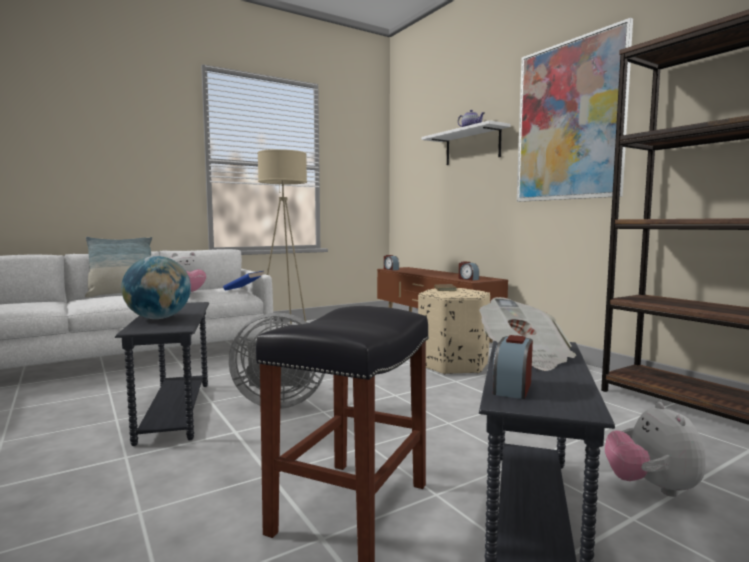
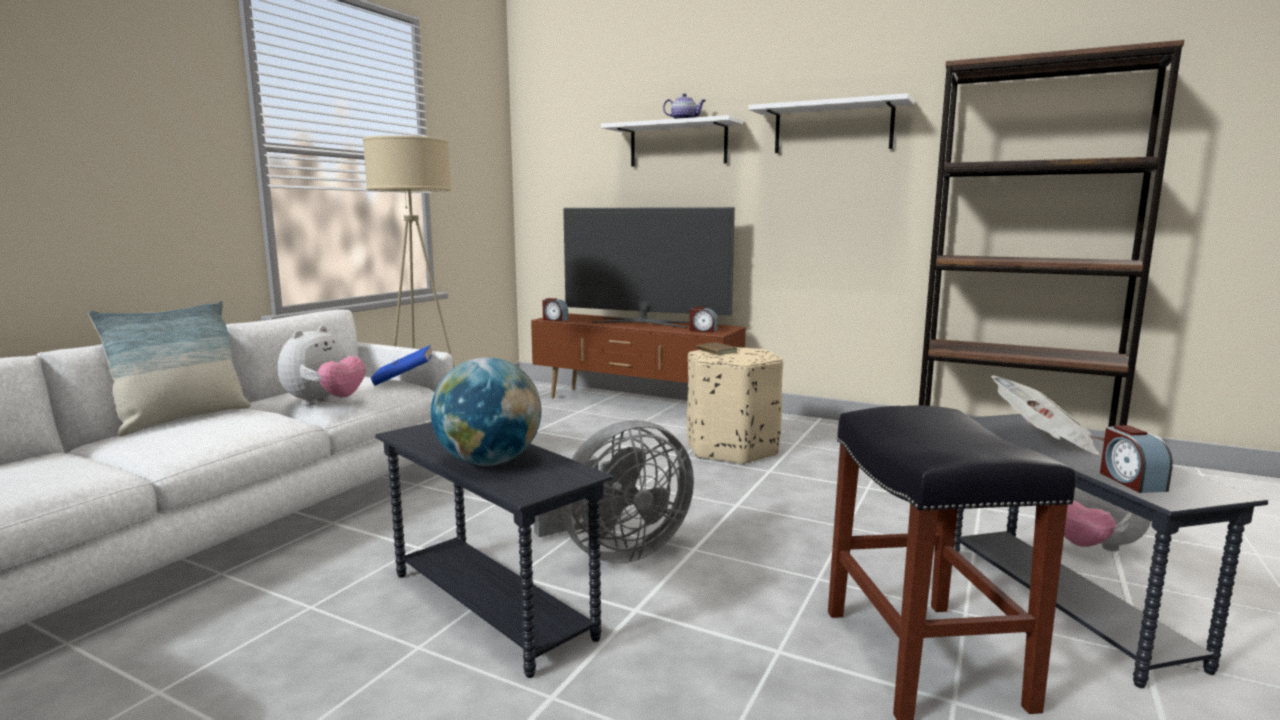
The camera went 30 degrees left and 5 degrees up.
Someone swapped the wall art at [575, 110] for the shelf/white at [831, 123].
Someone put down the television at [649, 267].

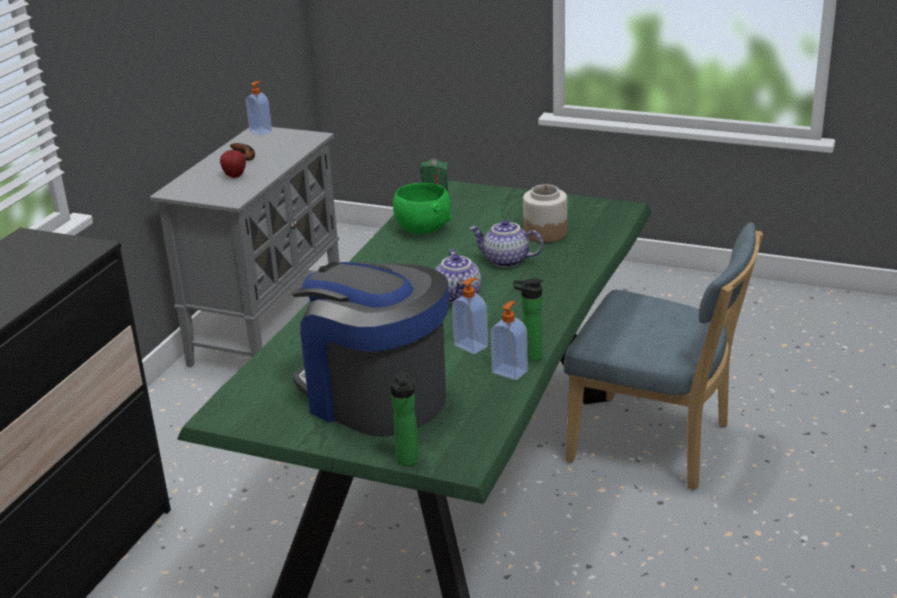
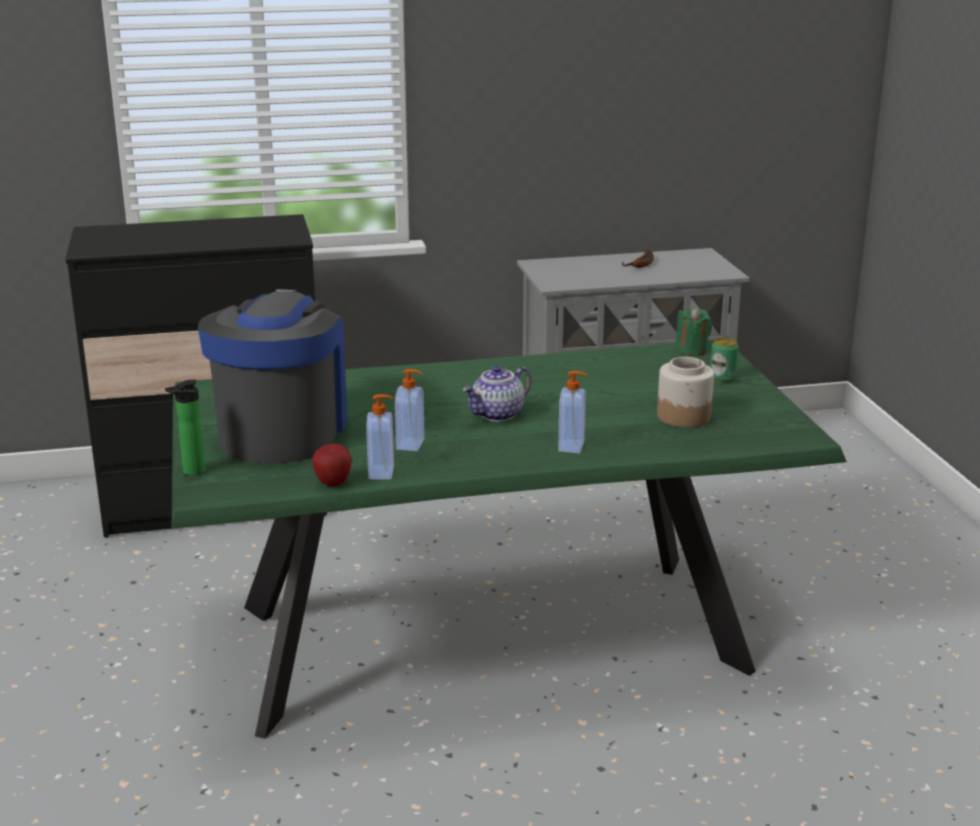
The camera went 55 degrees right and 5 degrees down.
Someone carried the apple fruit from [233, 164] to [332, 465].
Someone carried the soap bottle from [259, 108] to [572, 412].
Someone took away the serving bowl/green-coloured at [422, 208].
Someone took away the teapot at [506, 244].
Someone took away the drink bottle at [528, 319].
Someone took away the plain chair/bluish at [663, 356].
Someone put down the metal can at [724, 360].

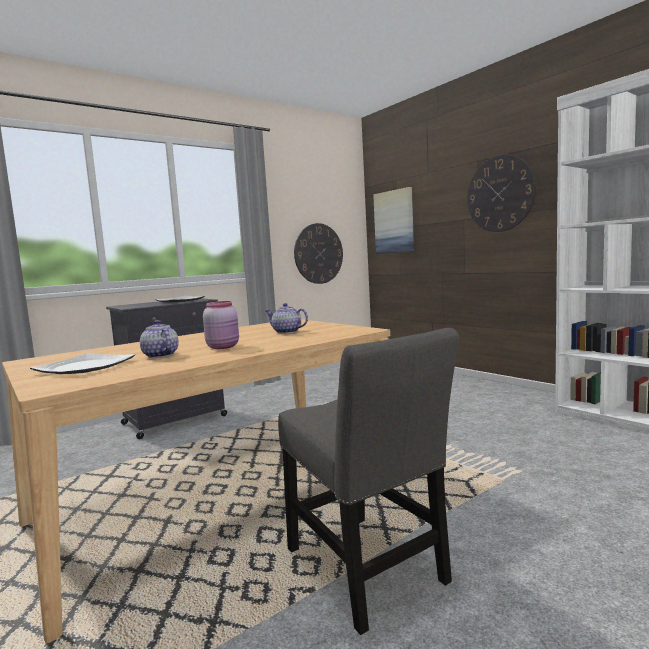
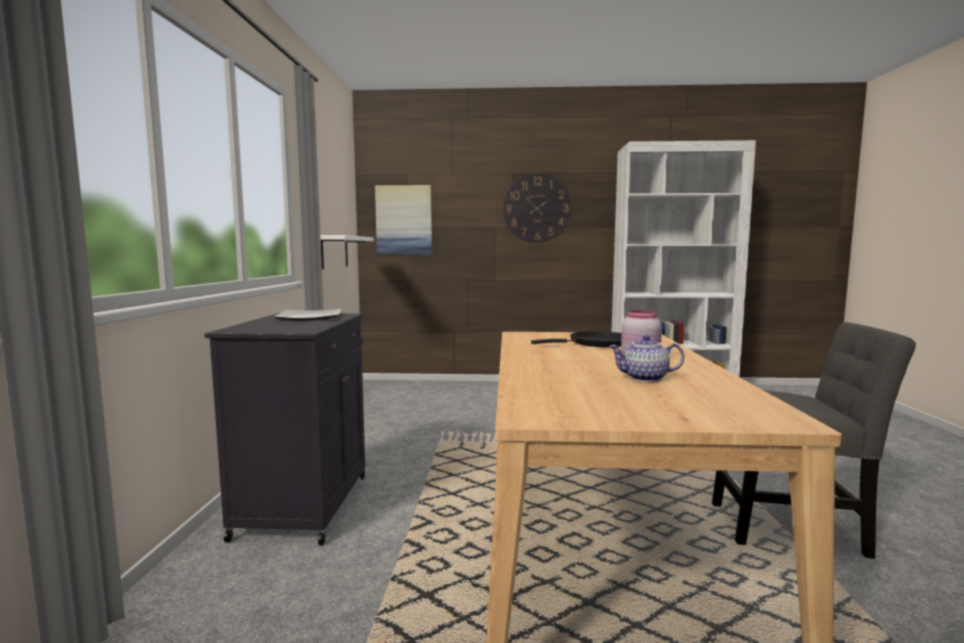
The camera went 50 degrees left and 0 degrees up.
Someone took away the flat dish at [82, 363].
Someone swapped the teapot at [287, 318] for the skillet/blackish at [576, 339].
Someone swapped the clock on the wall at [318, 253] for the shelf/white at [347, 252].

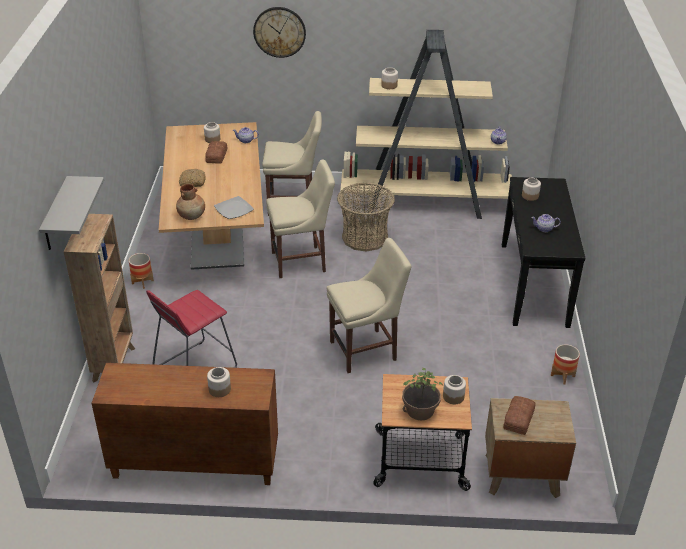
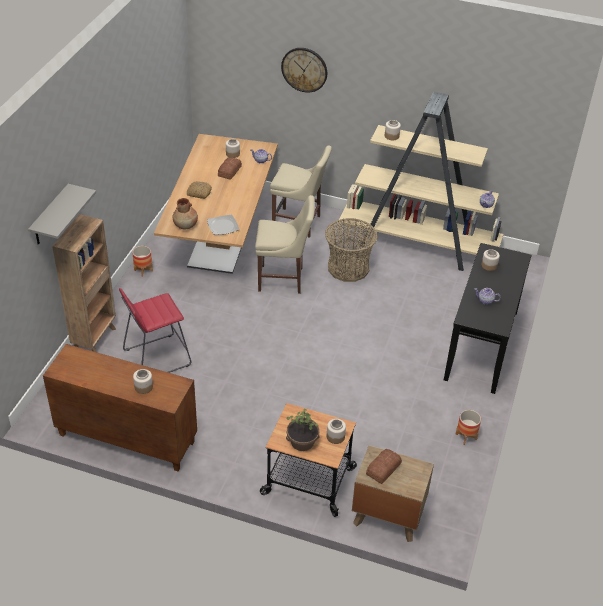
The camera went 15 degrees right and 5 degrees up.
Someone took away the plain chair/beige at [369, 305].

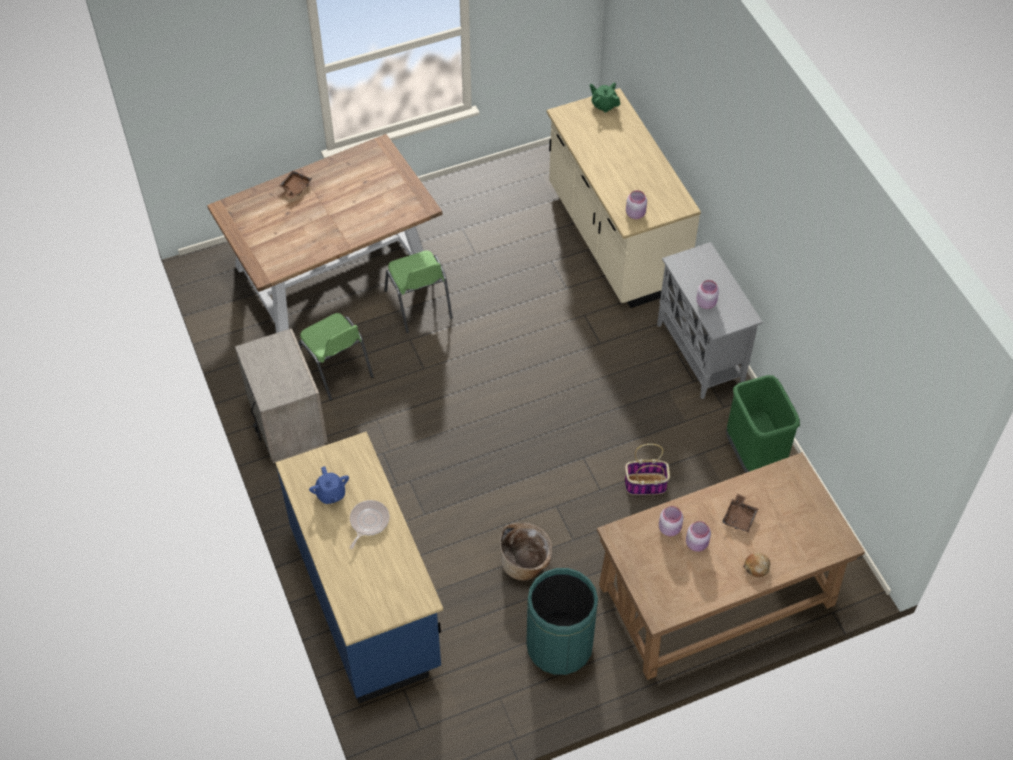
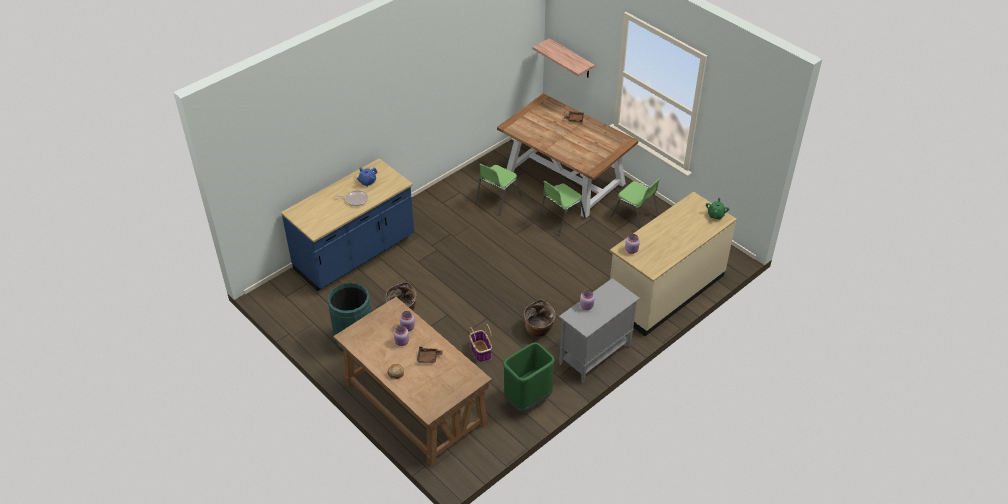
The camera went 70 degrees right and 10 degrees down.
Someone took away the night table/beige at [281, 395].
Someone put down the household basket at [539, 318].
Someone put up the shelf at [564, 58].
Someone put down the plain chair/green-coloured at [636, 203].

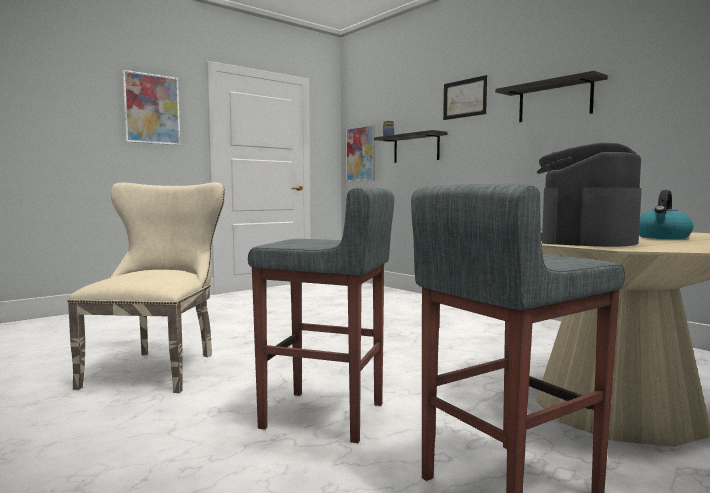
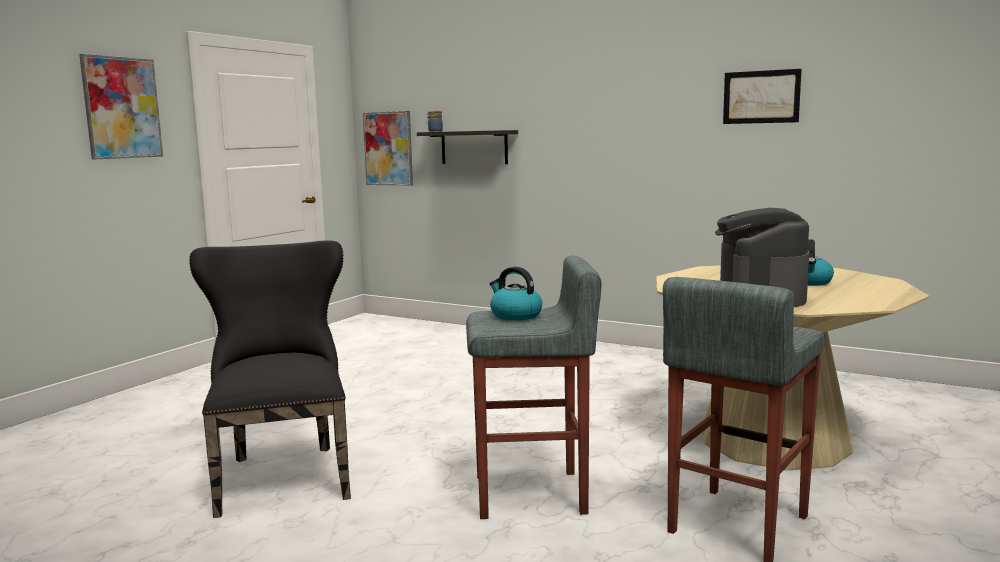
The camera went 20 degrees left and 5 degrees up.
Someone repainted the plain chair/beige at [146, 287], which became the plain chair/blackish at [270, 379].
Someone carried the wall art from [465, 97] to [762, 96].
Someone took away the shelf at [551, 96].
Someone put down the water kettle at [516, 294].

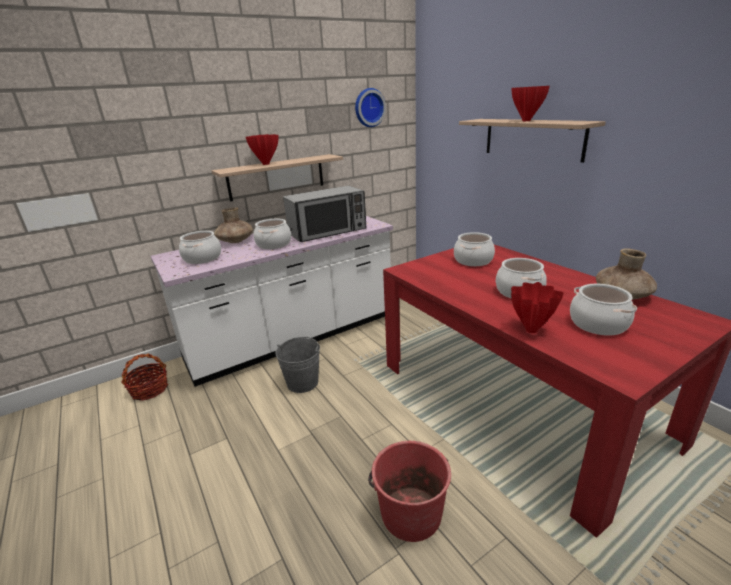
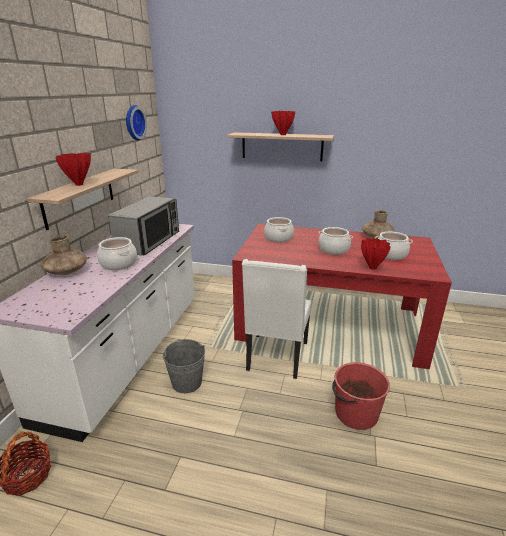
The camera went 45 degrees left and 0 degrees up.
Someone took away the stockpot at [200, 247].
Someone put down the plain chair/white at [277, 319].

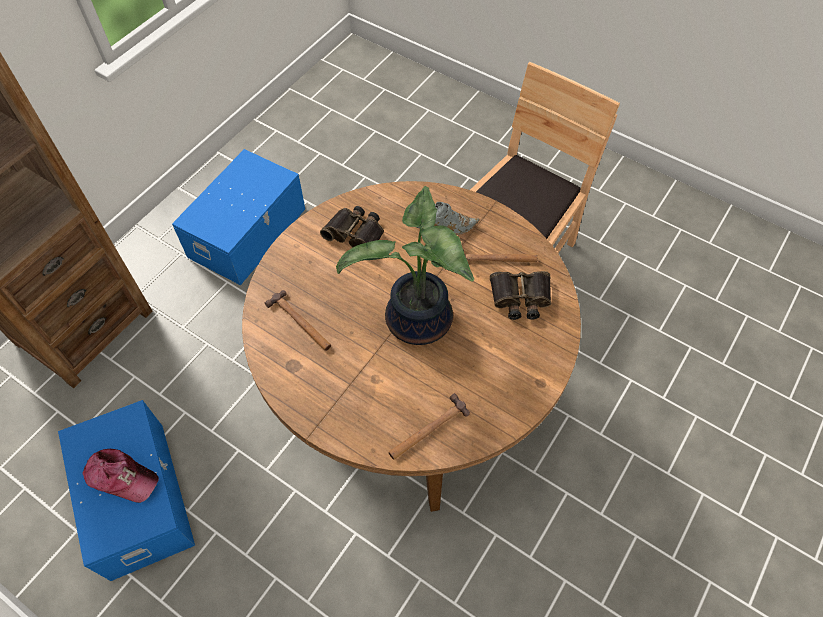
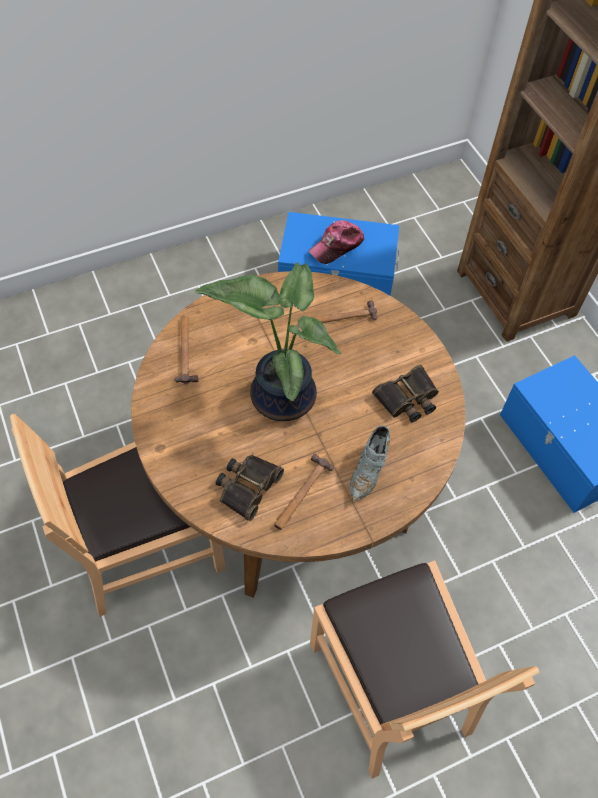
The camera went 120 degrees right and 0 degrees up.
Someone put down the plain chair/brownish at [118, 515].

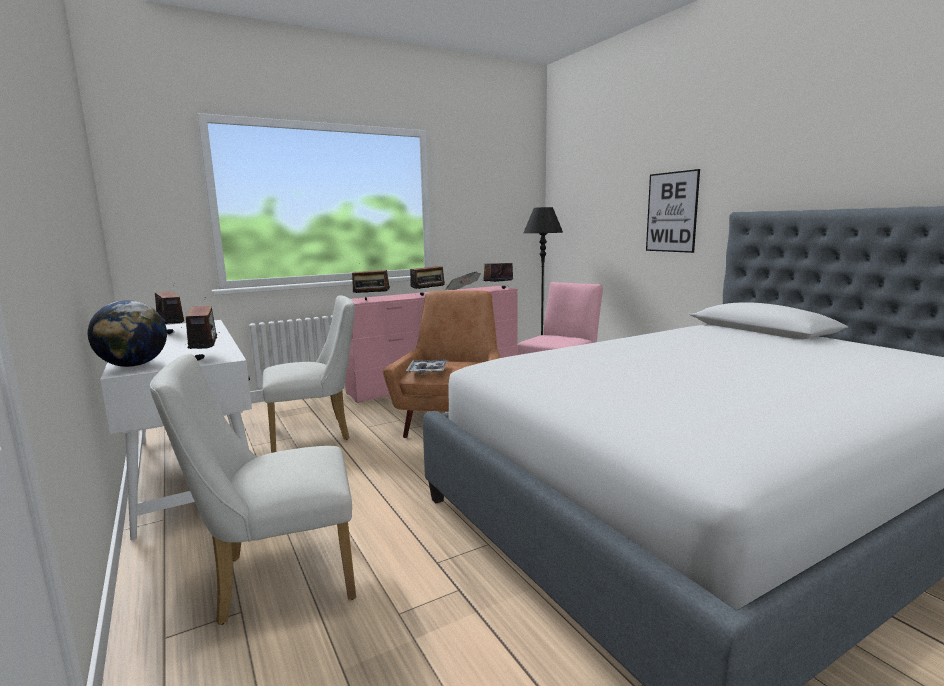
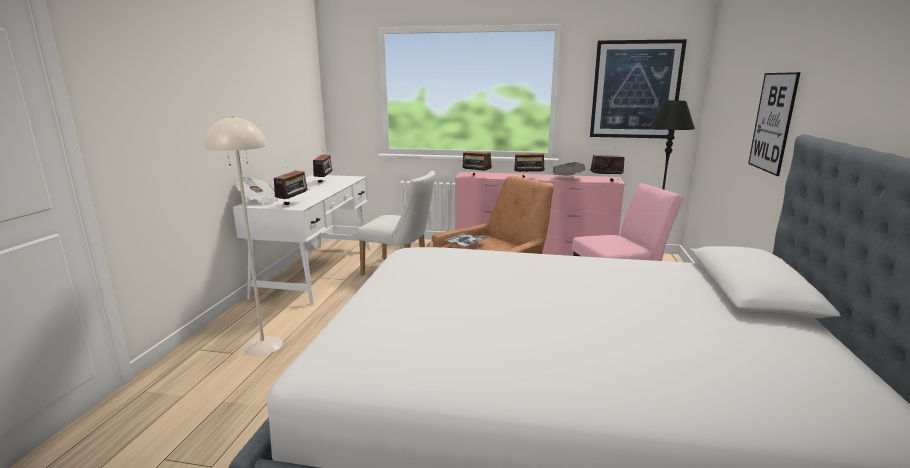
The camera went 40 degrees right and 5 degrees up.
Someone swapped the globe at [127, 333] for the printed paper at [257, 191].
Someone swapped the plain chair/white at [253, 489] for the standard lamp/beige at [244, 236].
Someone put up the wall art at [638, 88].

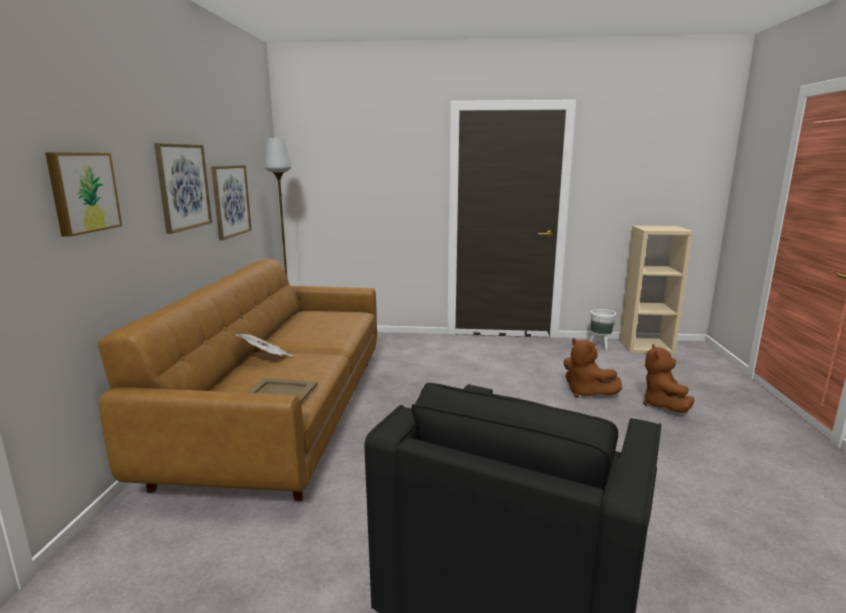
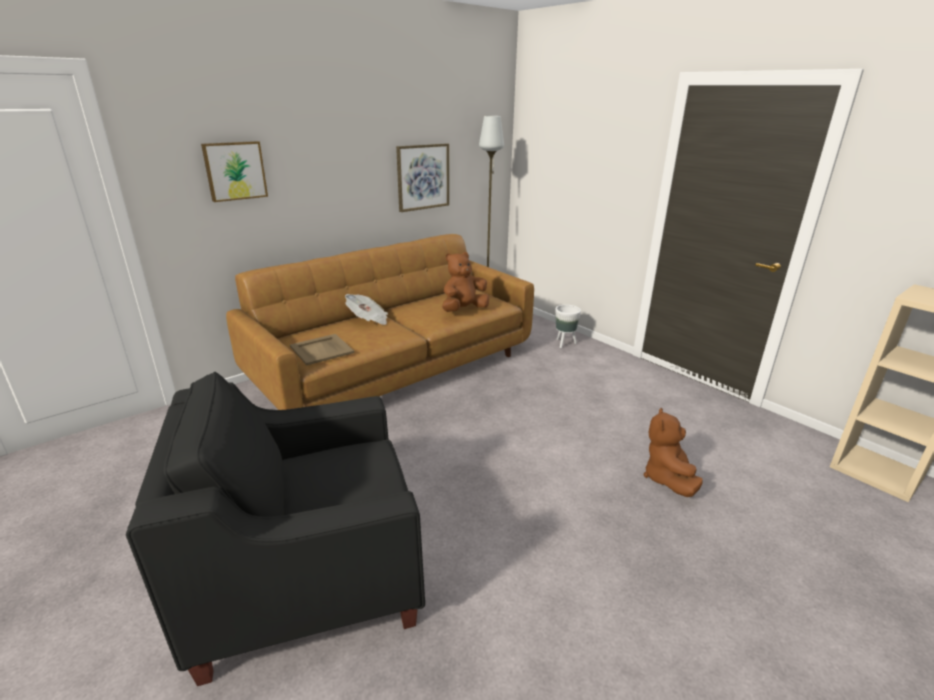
The camera went 45 degrees right and 10 degrees up.
Someone took away the wall art at [183, 188].
Someone carried the flower pot/white from [603, 330] to [568, 326].
Someone carried the soft toy/brownish from [669, 378] to [465, 282].

